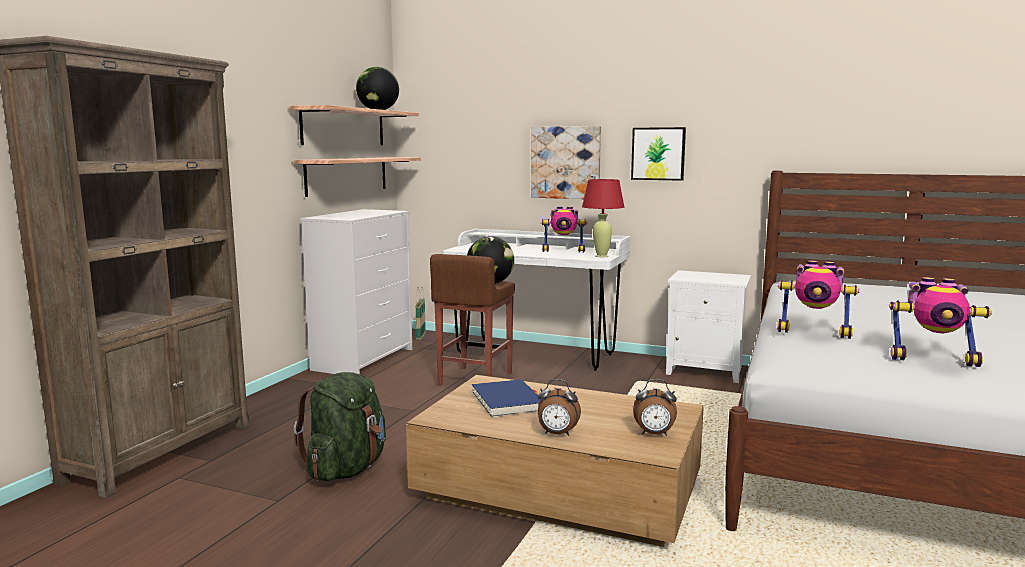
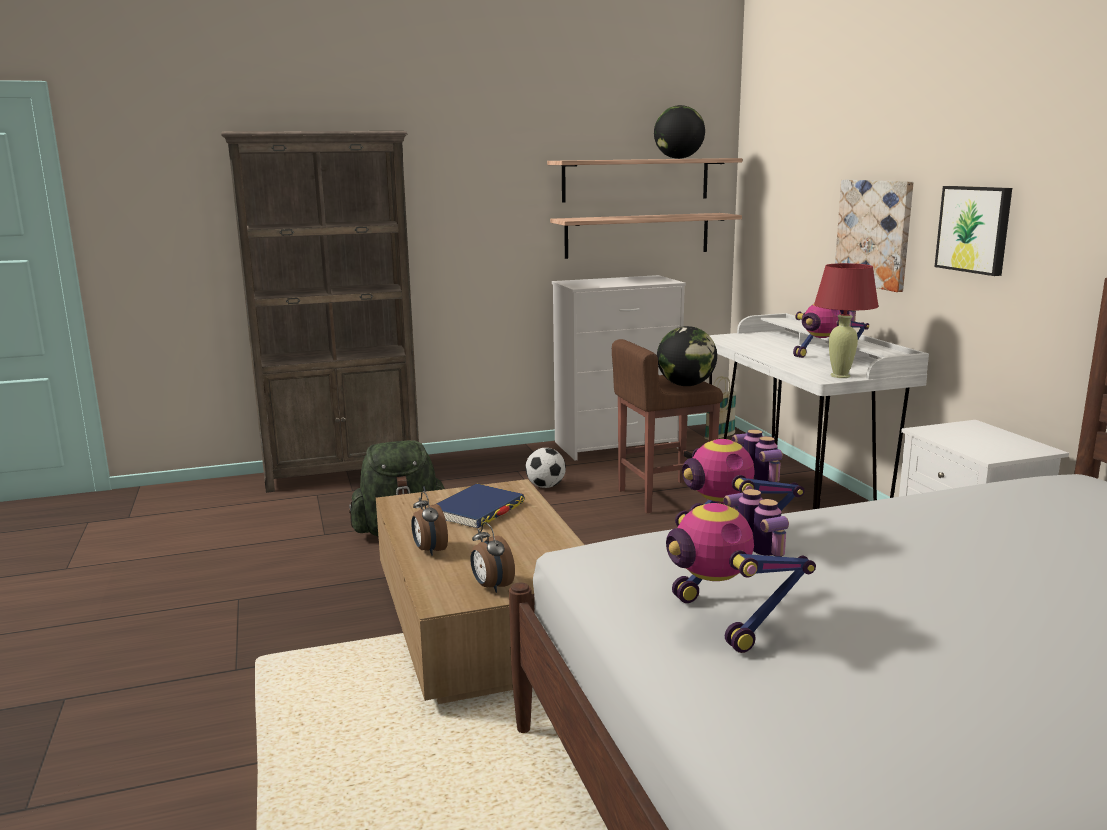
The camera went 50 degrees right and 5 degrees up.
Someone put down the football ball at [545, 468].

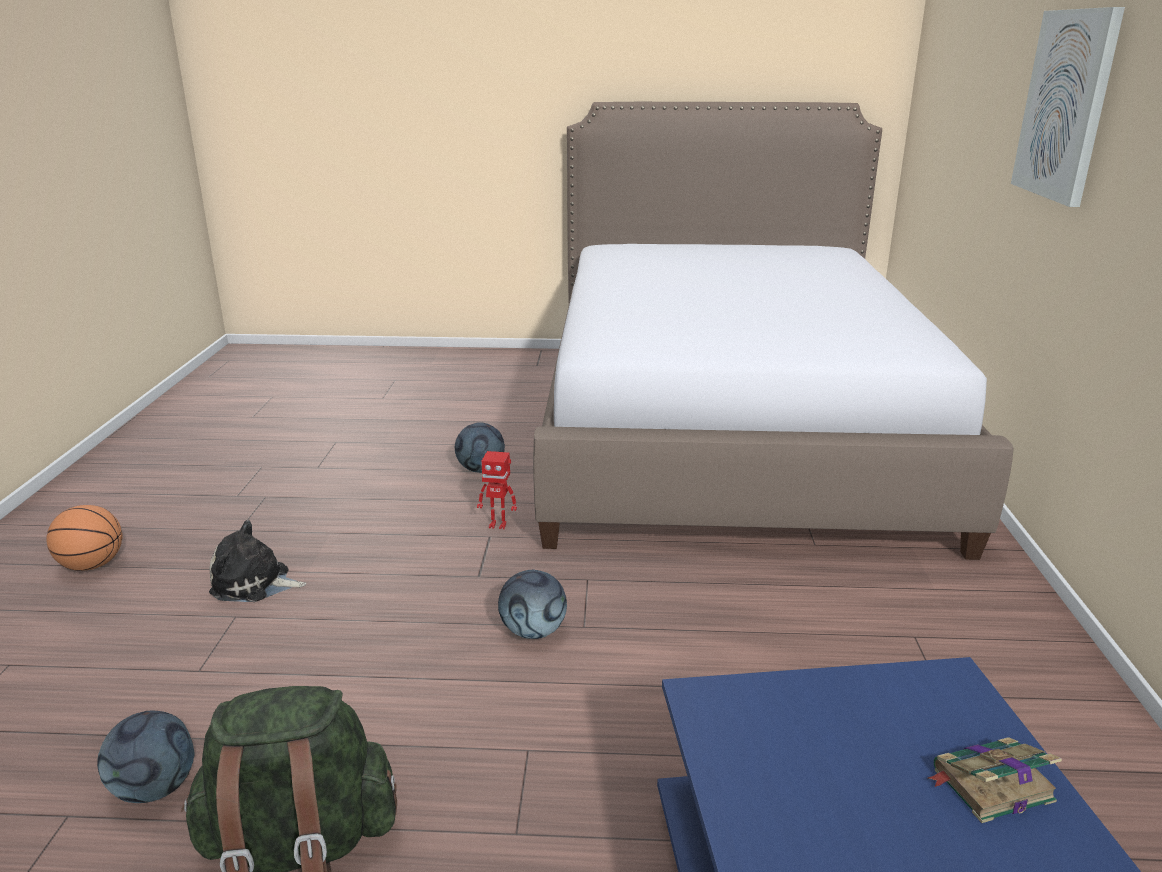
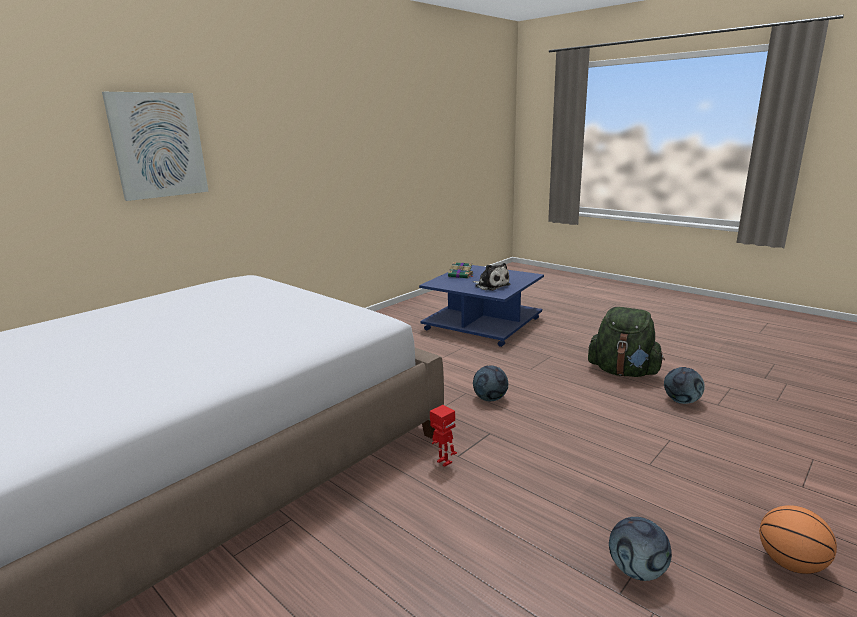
The camera went 140 degrees left and 5 degrees down.
Someone carried the soft toy from [257, 561] to [492, 277].
Someone carried the football ball from [480, 447] to [640, 549].

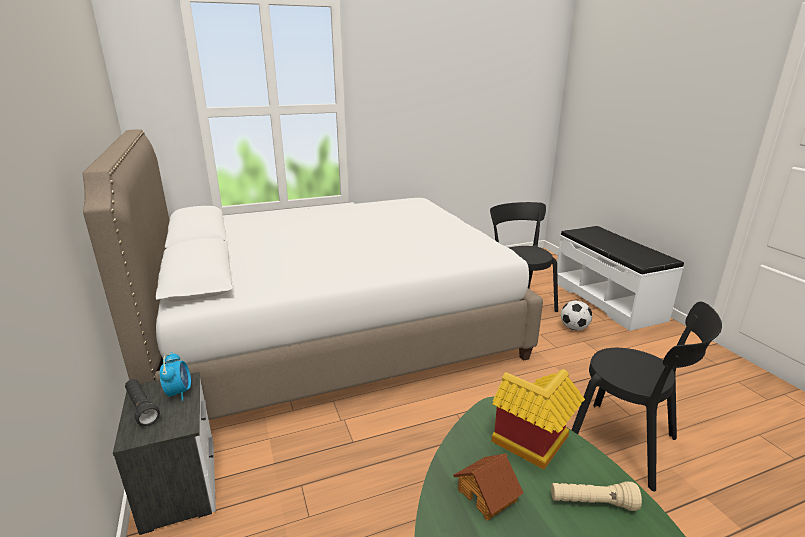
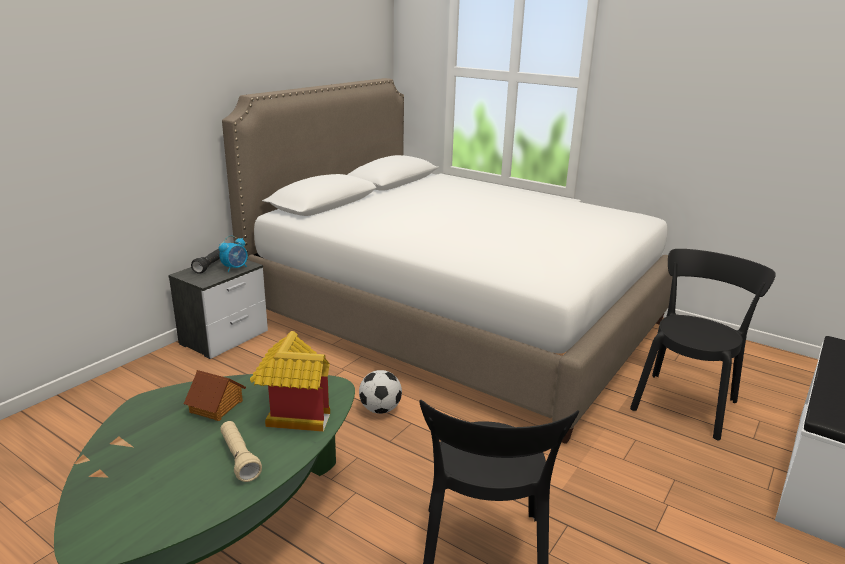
The camera went 55 degrees right and 0 degrees up.
Someone carried the football ball from [576, 315] to [380, 392].

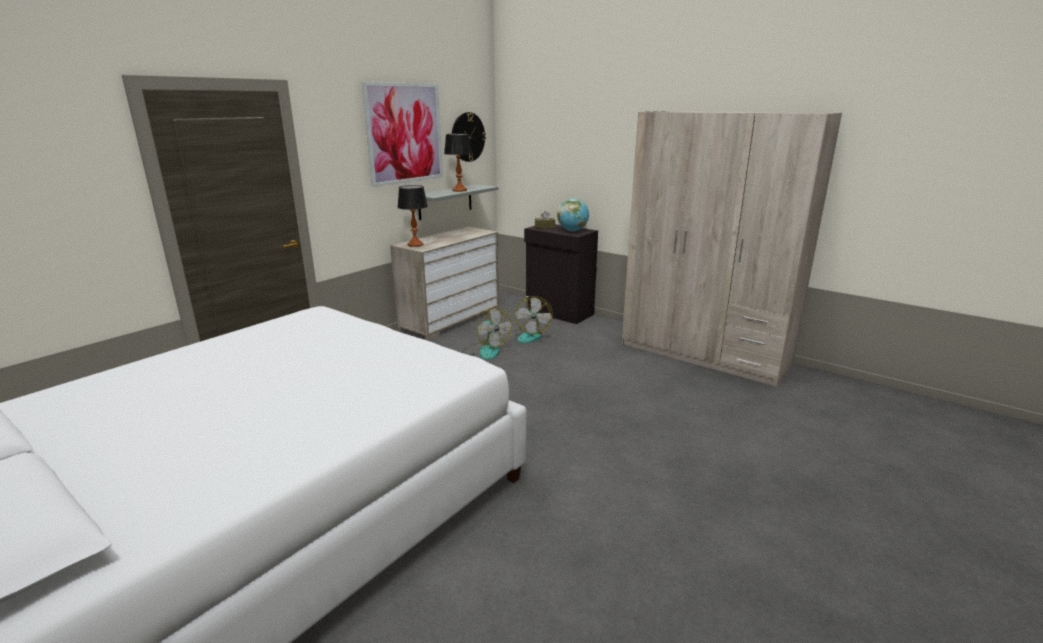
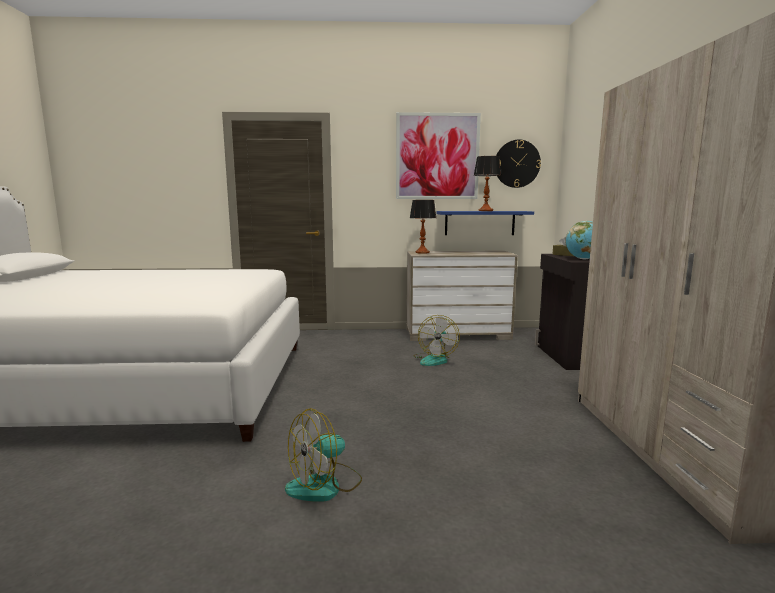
The camera went 50 degrees right and 10 degrees down.
Someone repainted the shelf/gray at [458, 202], which became the shelf/bluish at [485, 223].
Someone carried the electric fan from [531, 319] to [323, 455].

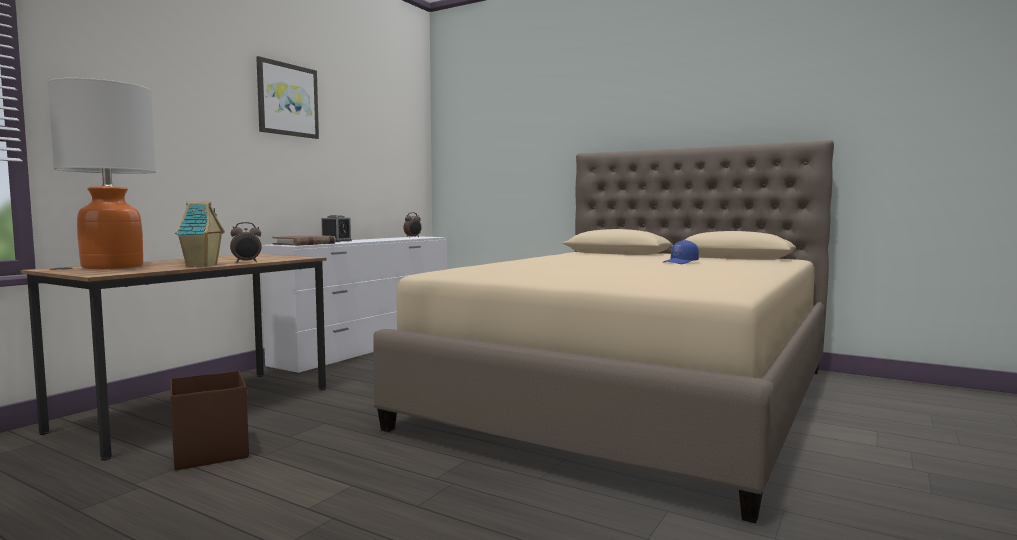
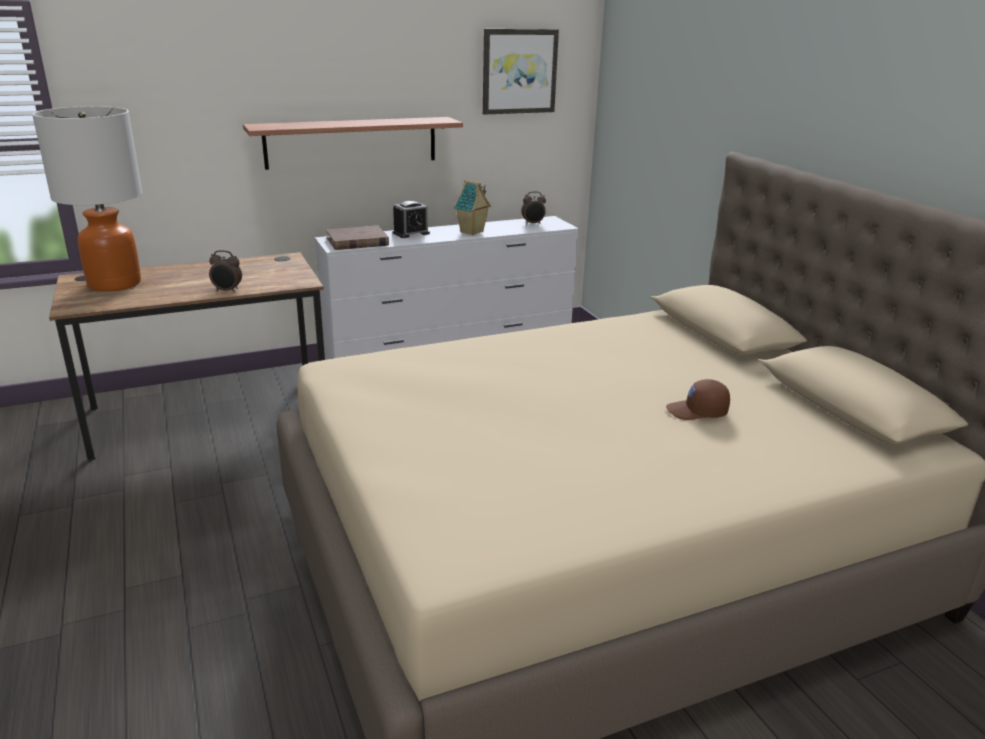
The camera went 35 degrees right and 20 degrees up.
Someone took away the storage bin/brownish at [209, 420].
Someone carried the model house from [200, 234] to [472, 207].
Someone carried the wall art from [287, 97] to [521, 72].
Someone repainted the cap/bluish at [681, 252], which became the cap/brownish at [698, 399].
Someone put up the shelf at [353, 143].

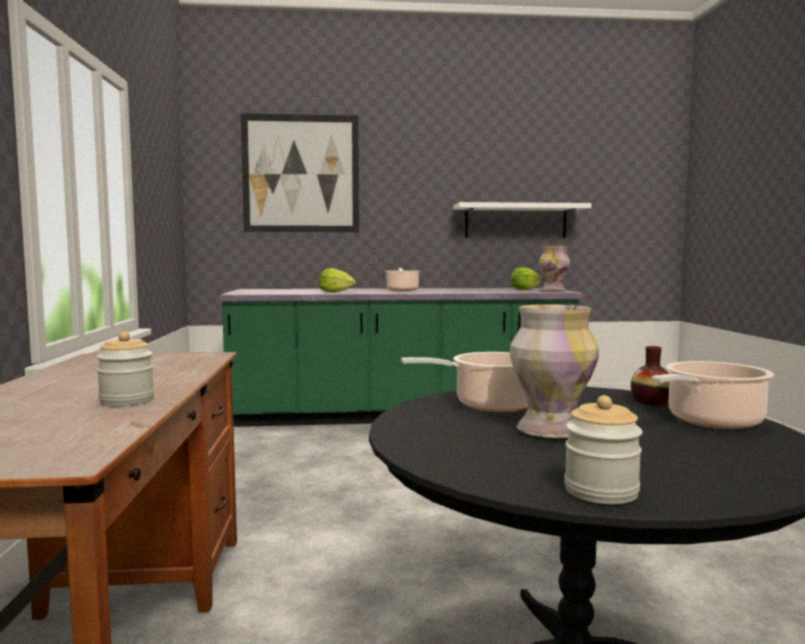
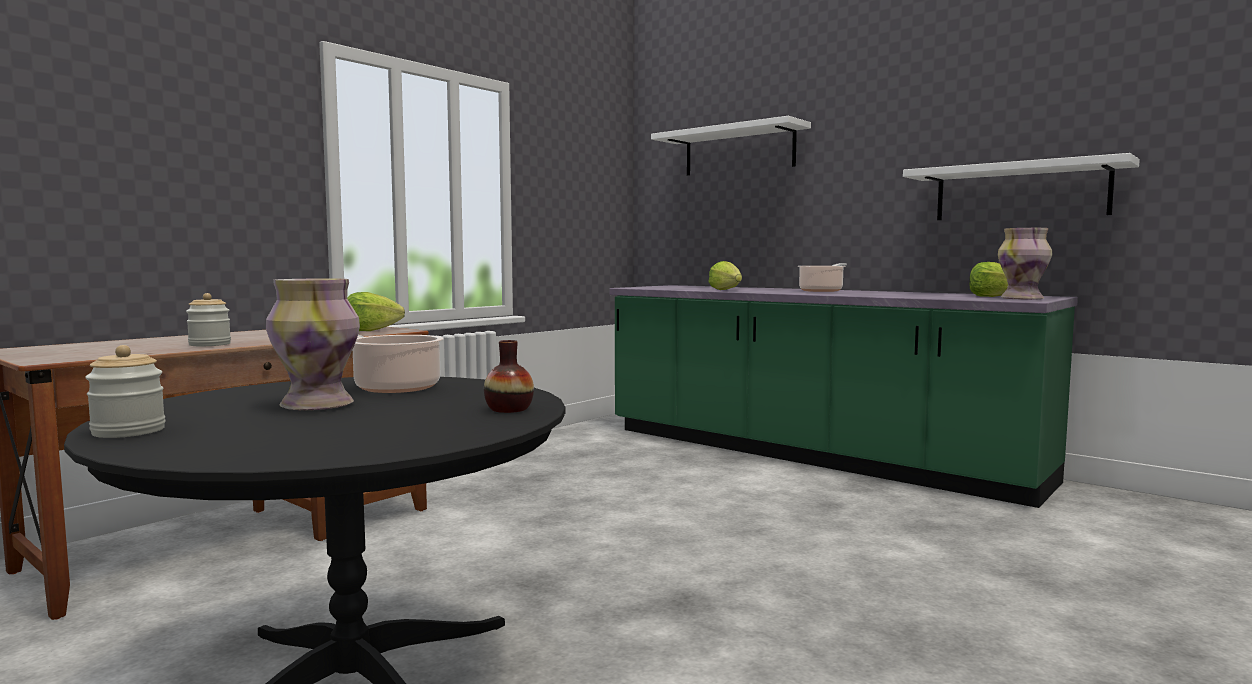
The camera went 45 degrees right and 0 degrees up.
Someone swapped the wall art at [300, 172] for the shelf/white at [731, 146].
Someone took away the stockpot at [712, 395].
Someone put down the lettuce at [376, 311].

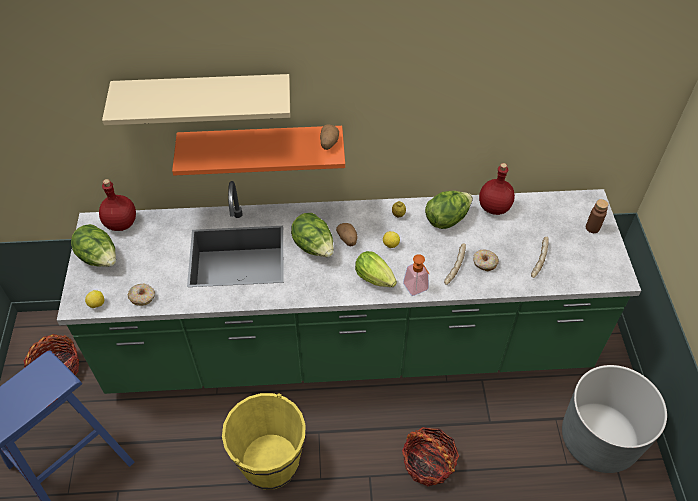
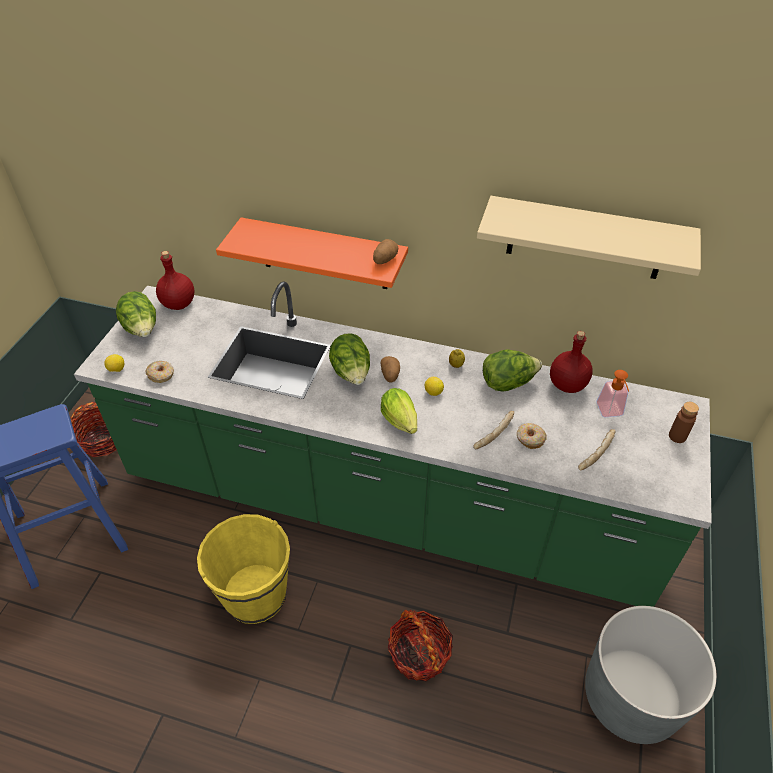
The camera went 20 degrees right and 5 degrees down.
Someone carried the shelf/beige from [196, 99] to [589, 237].
Someone carried the soap bottle from [416, 275] to [612, 393].

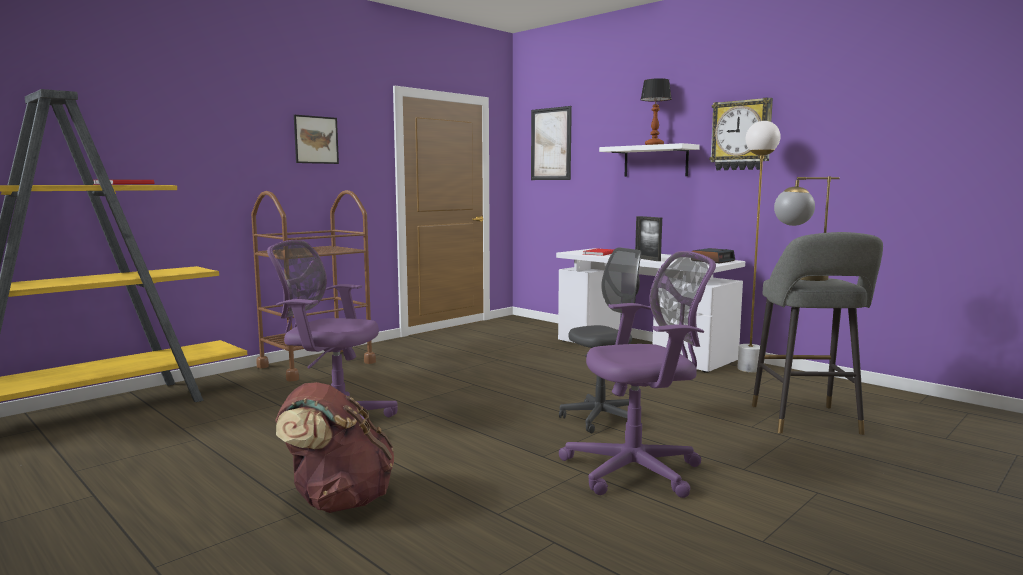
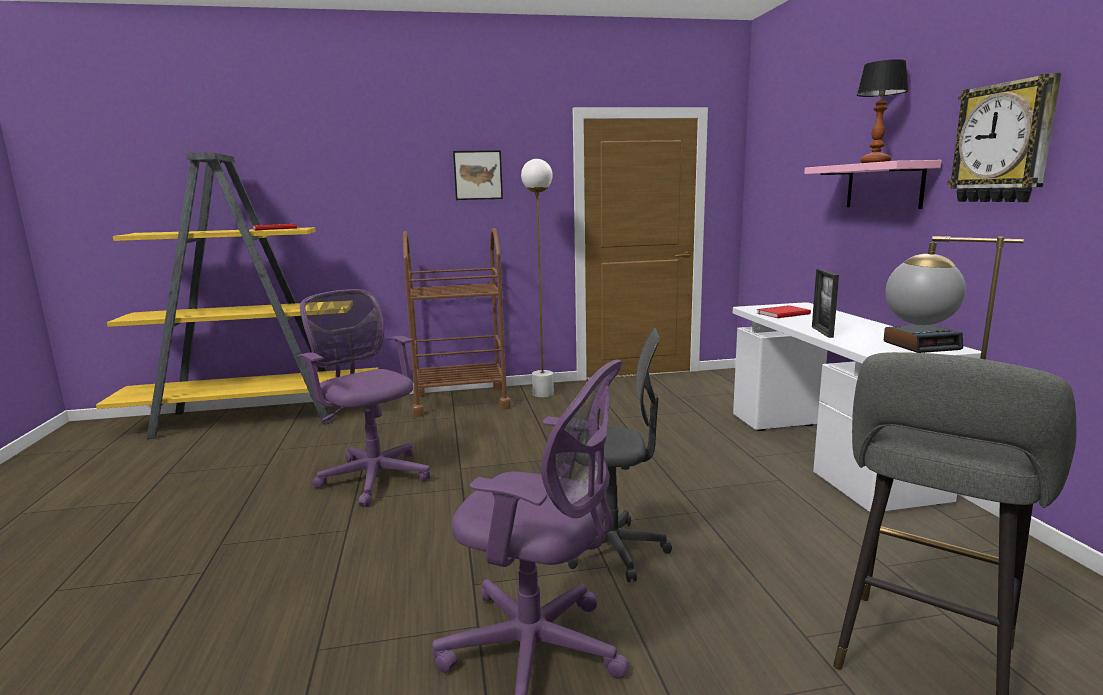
The camera went 35 degrees right and 5 degrees up.
Someone took away the knapsack/brownish at [334, 447].
Someone took away the wall art at [551, 143].
Someone repainted the shelf/white at [649, 160], which became the shelf/pink at [873, 184].
Someone carried the standard lamp/white from [759, 247] to [537, 278].

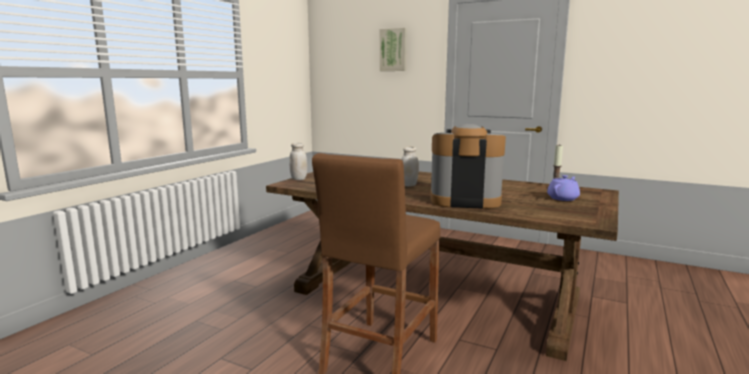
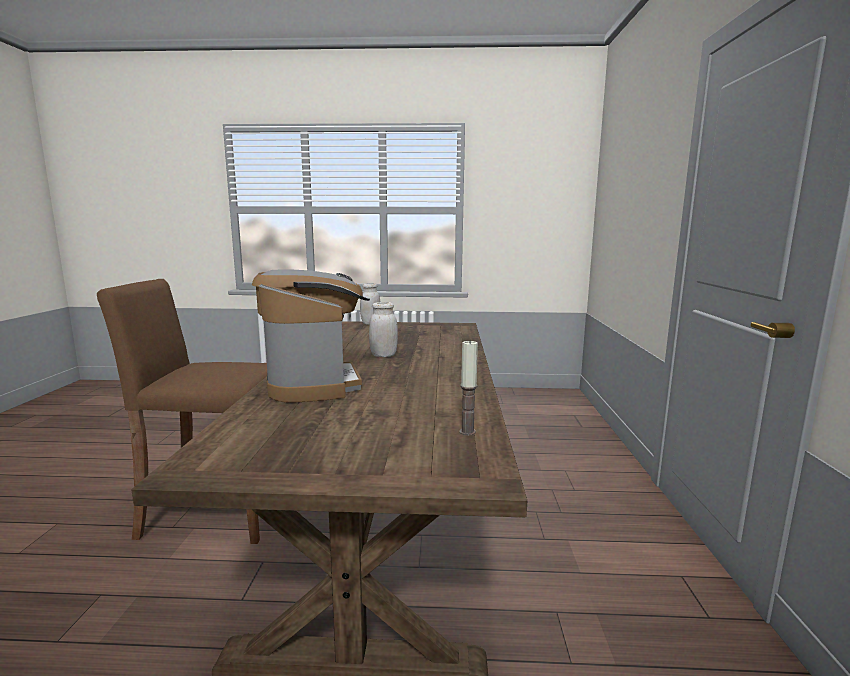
The camera went 65 degrees right and 0 degrees up.
Someone took away the wall art at [393, 49].
Someone took away the teapot/purple at [563, 188].

